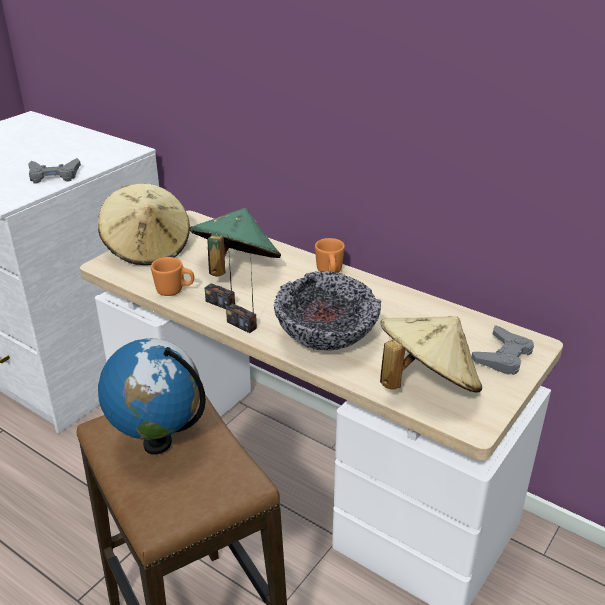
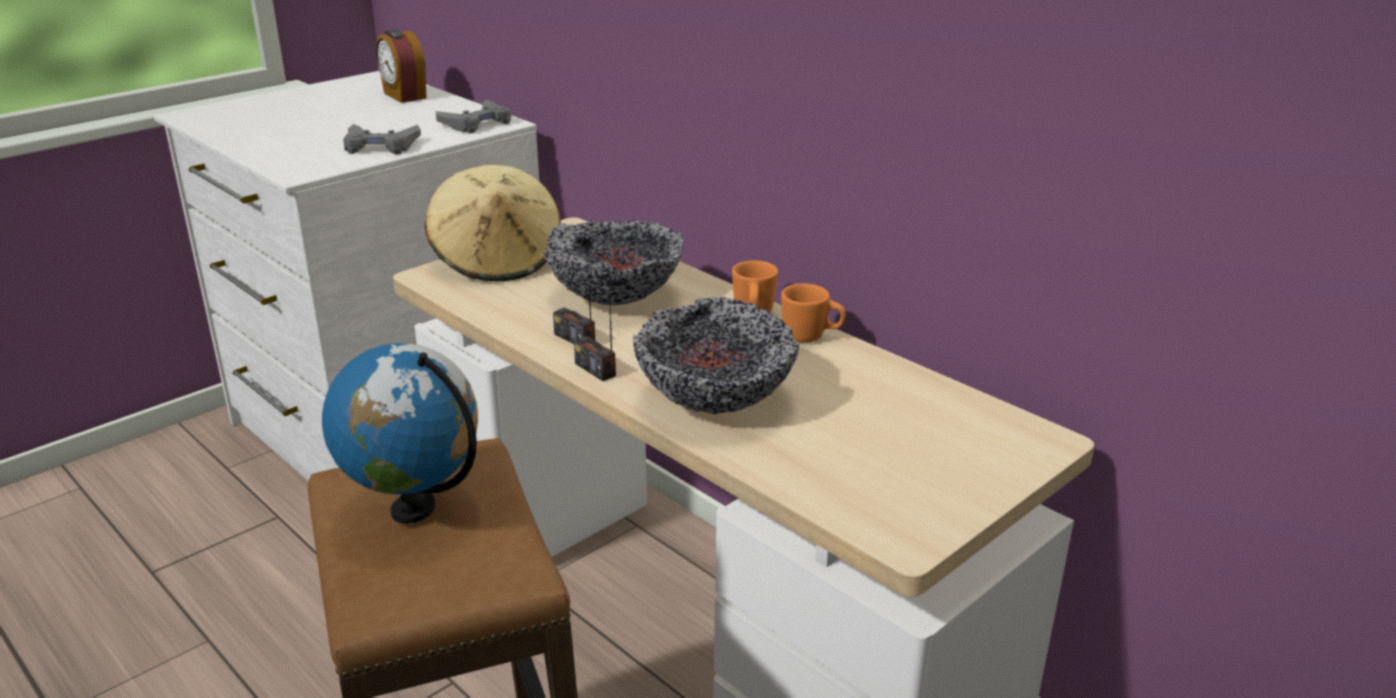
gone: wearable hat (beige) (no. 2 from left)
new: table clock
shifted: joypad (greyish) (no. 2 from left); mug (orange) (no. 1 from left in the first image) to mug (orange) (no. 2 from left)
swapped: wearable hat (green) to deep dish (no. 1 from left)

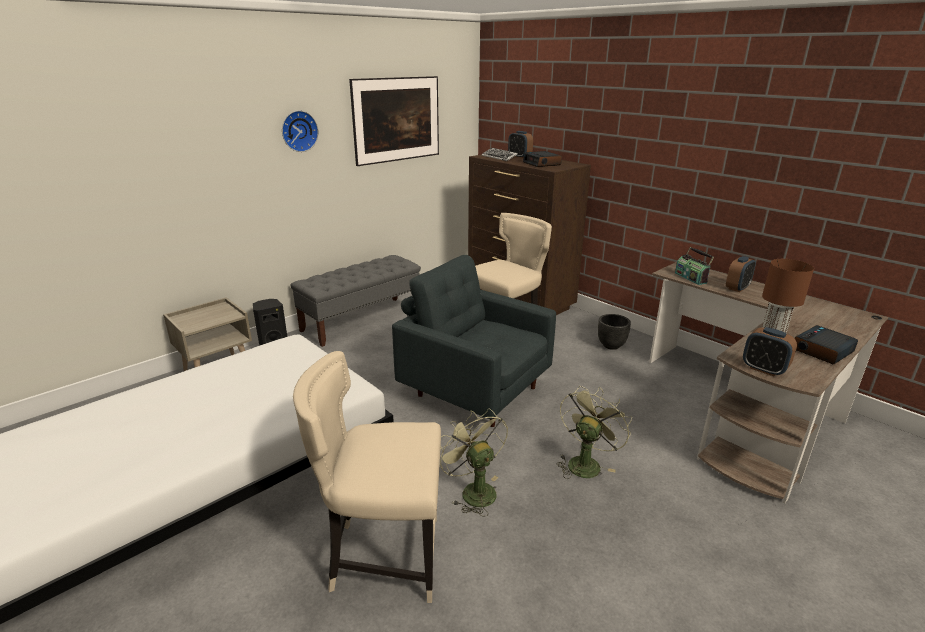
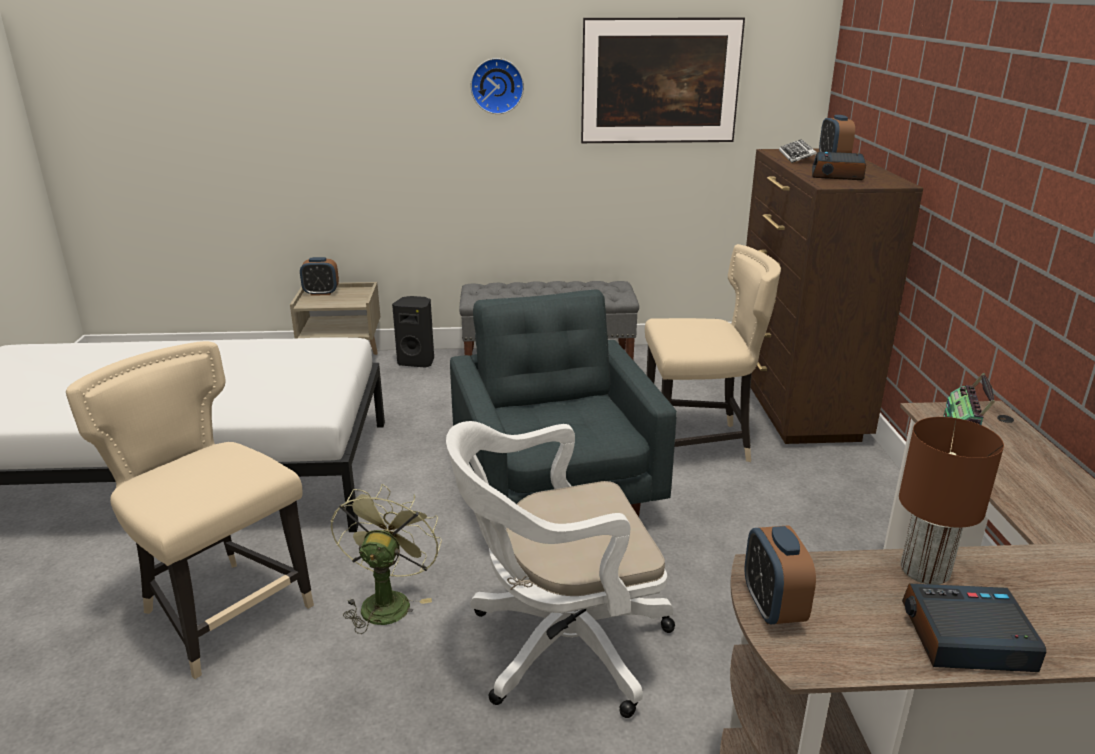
gone: plant pot (black)
shifted: table clock (no. 3 from left in the first image) to table clock (no. 1 from left)
swapped: cooling fan (green) (no. 2 from left) to office chair (whitish)

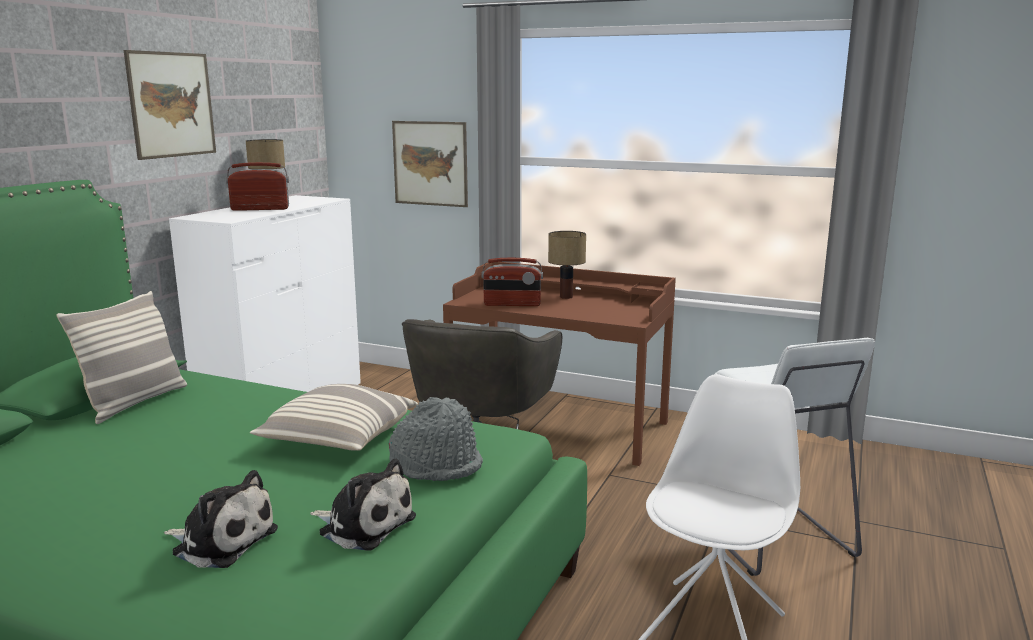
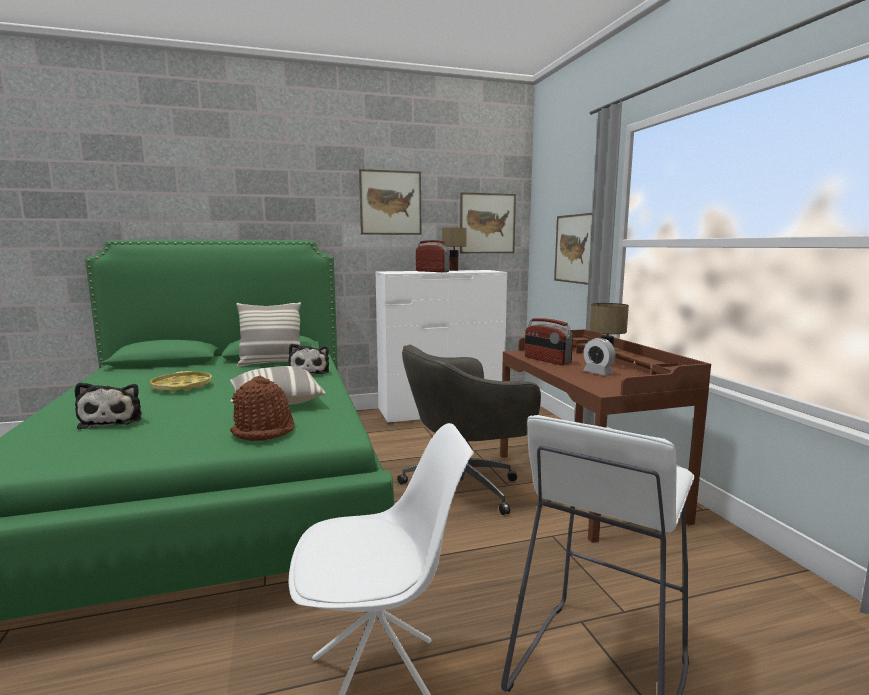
new: tray (yellow); picture (no. 2 from left); table clock
shifted: cuddly toy (no. 2 from left)
repainted: wearable hat (greyish) to wearable hat (brownish)

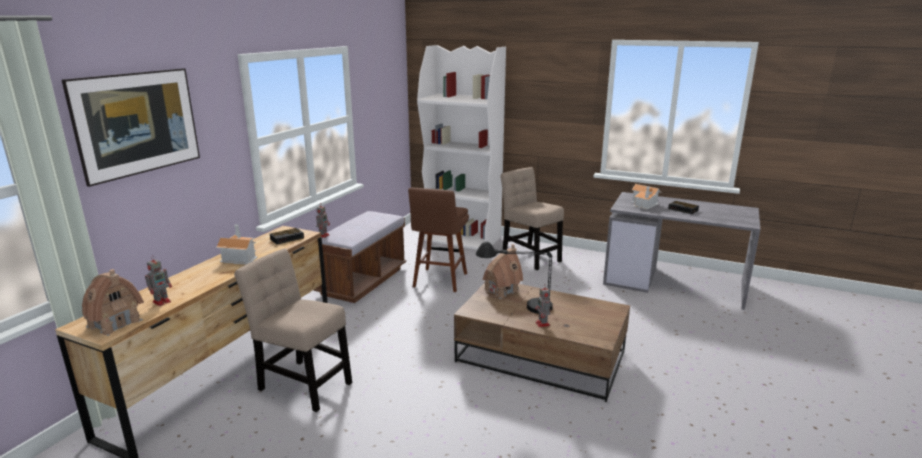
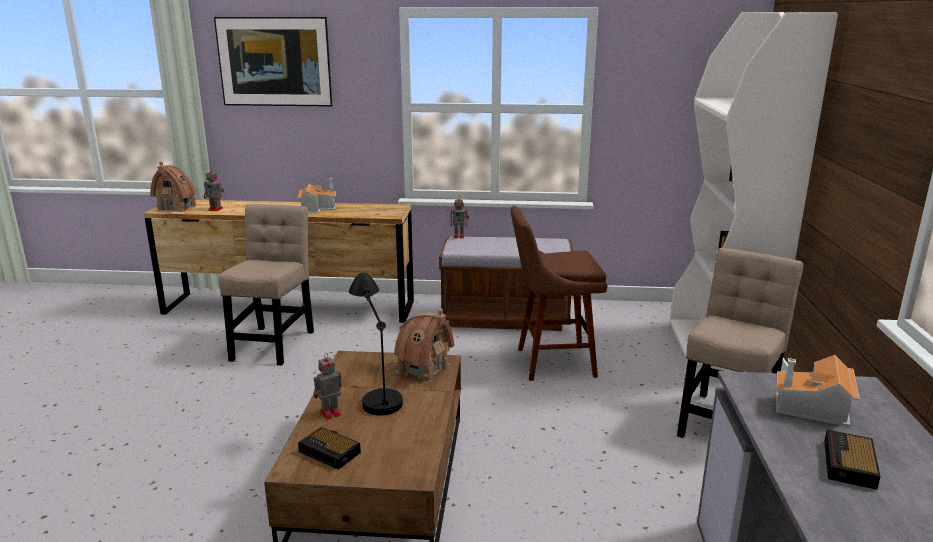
shifted: table clock (no. 1 from left)

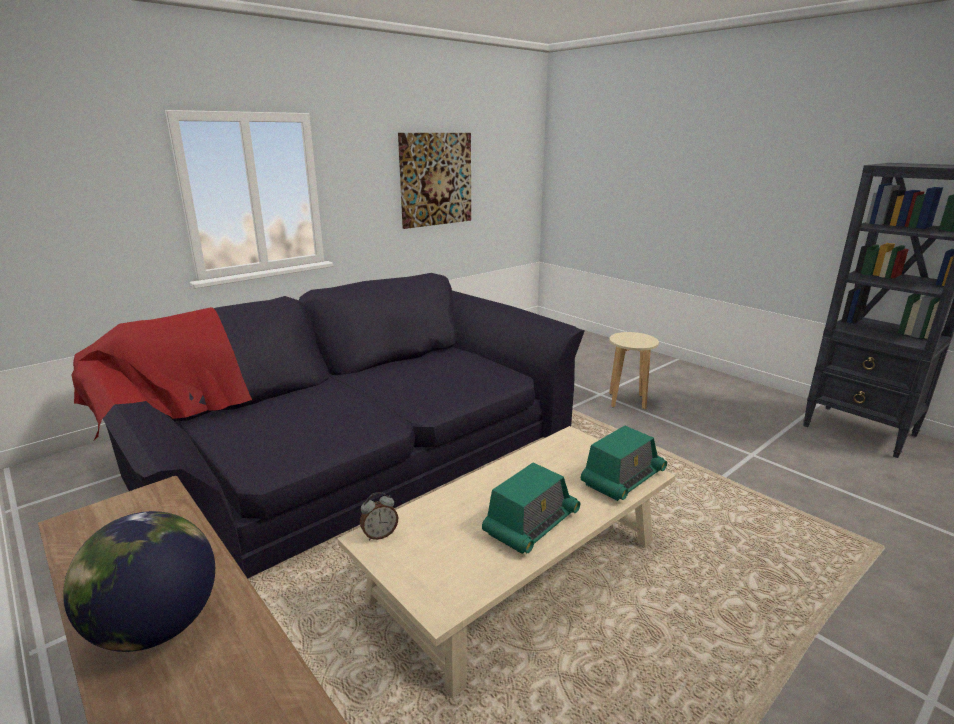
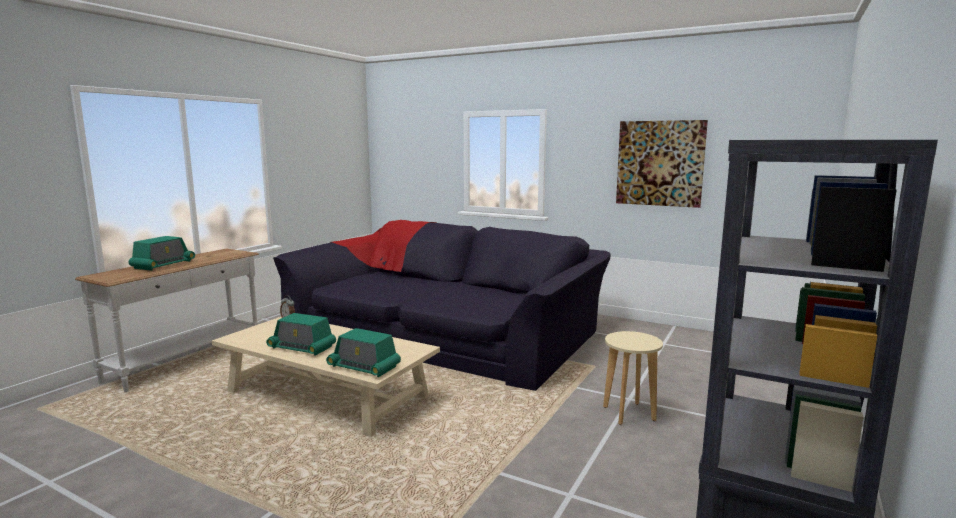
swapped: world globe to radio set (no. 1 from left)

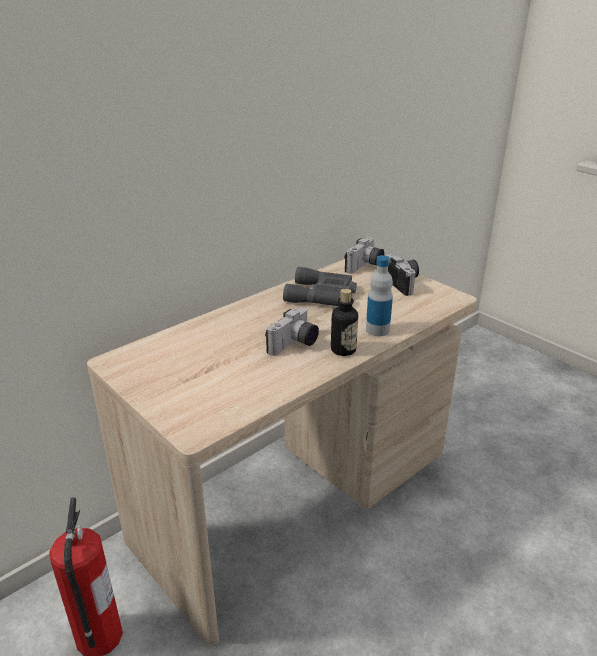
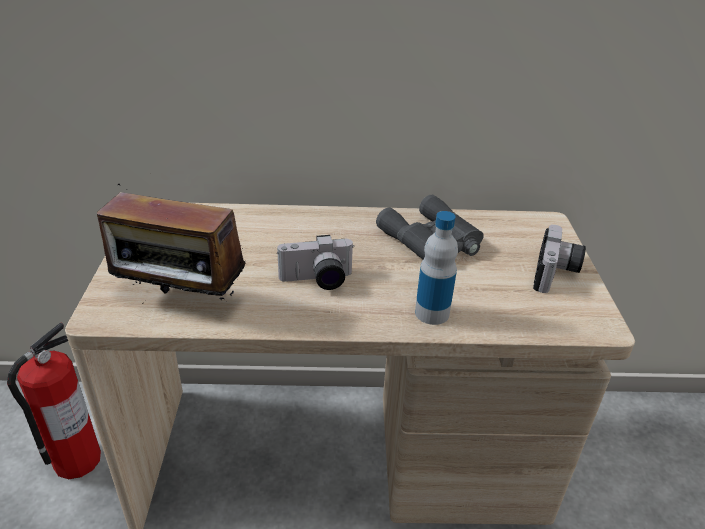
gone: beverage bottle (no. 1 from left); still camera (no. 2 from left)
new: radio set

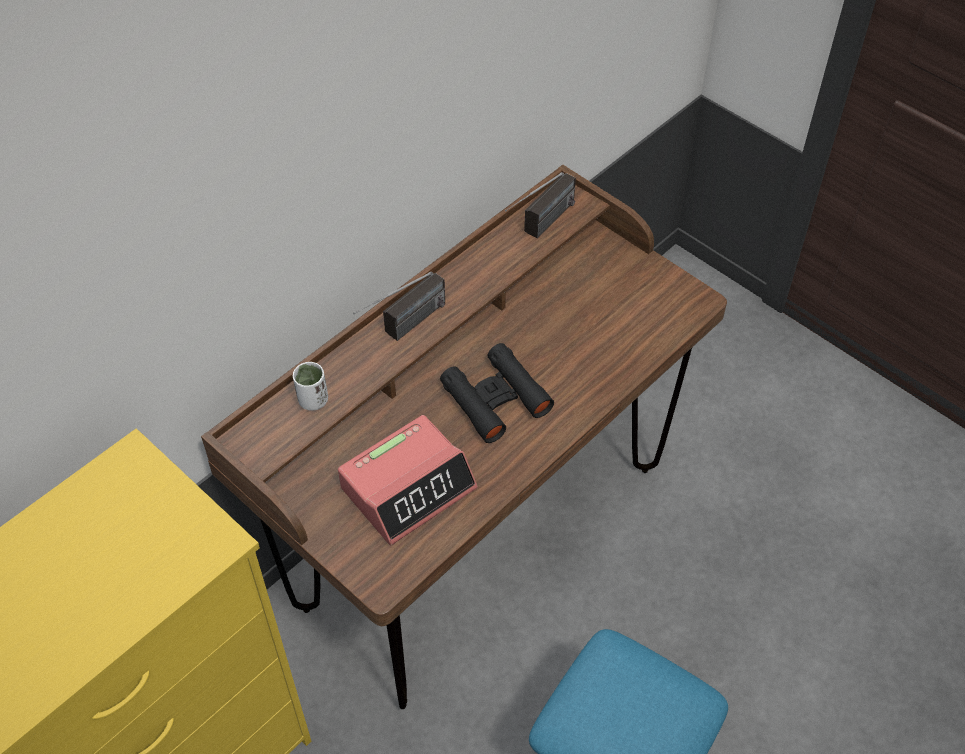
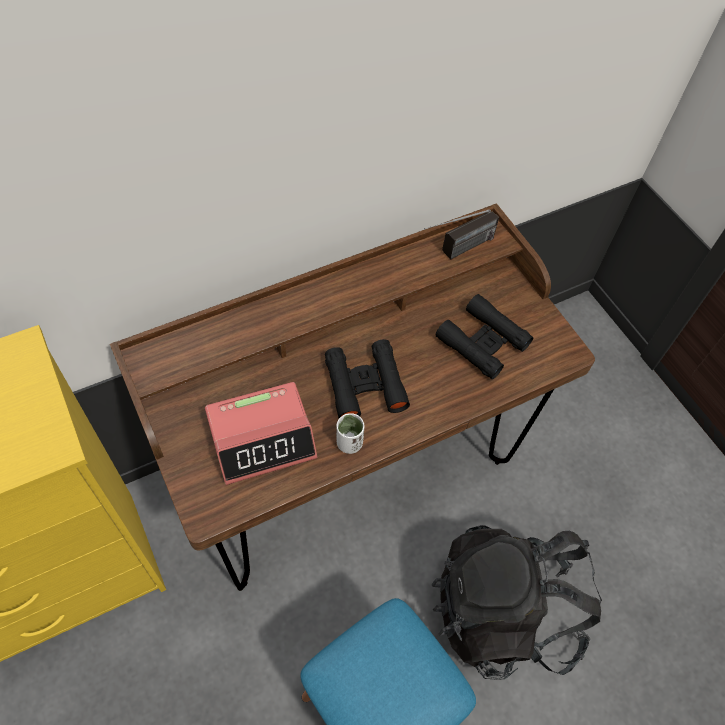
gone: radio set (no. 1 from left)
new: rucksack (black); binoculars (black) (no. 2 from left)
shifted: drinking cup (whitish)

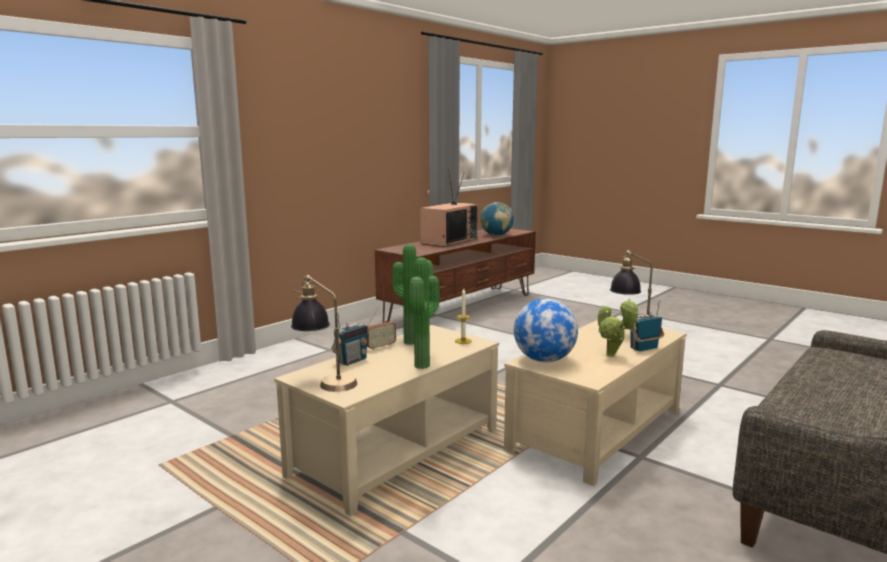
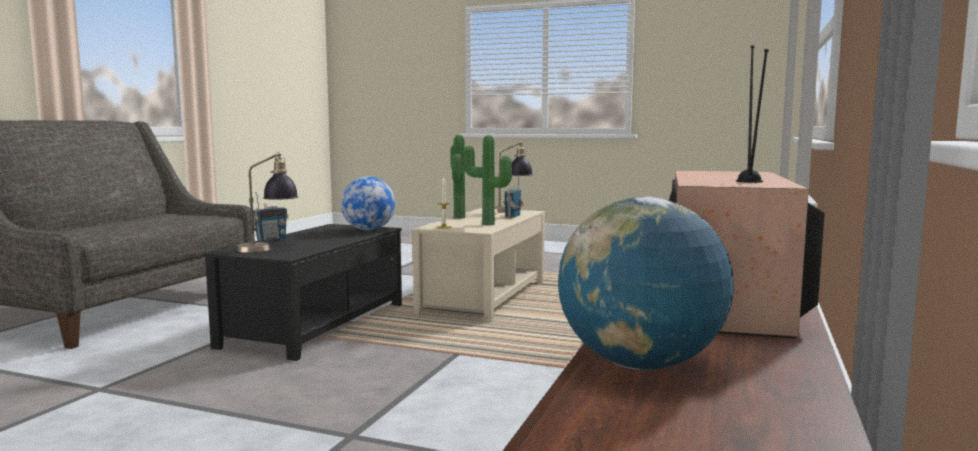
gone: radio set (no. 2 from left); houseplant (no. 3 from left)
repainted: low table (beige) (no. 2 from left) to low table (black)

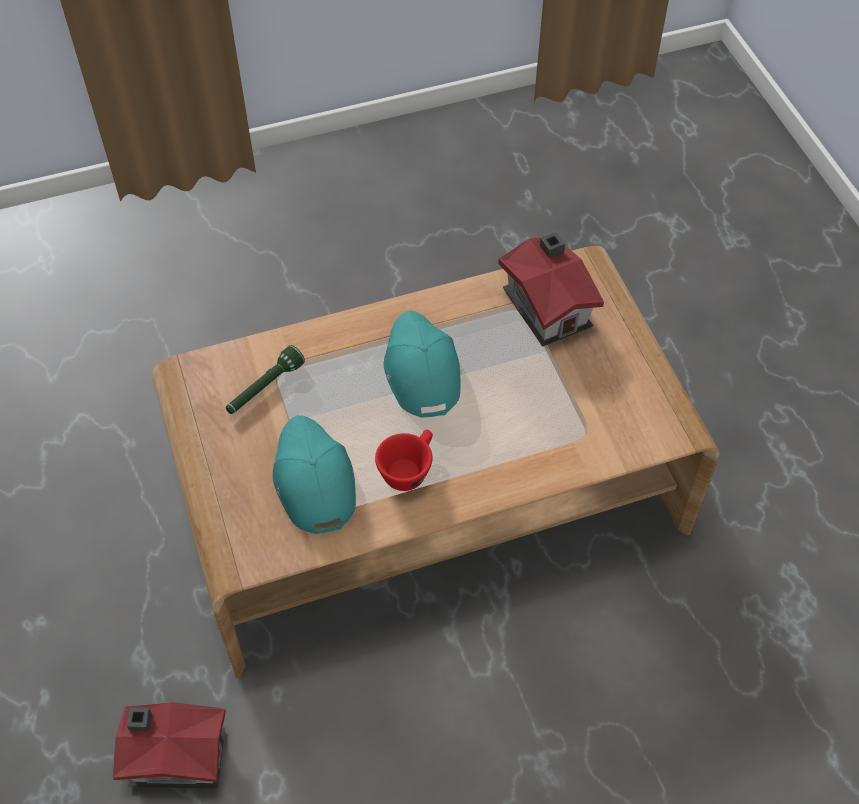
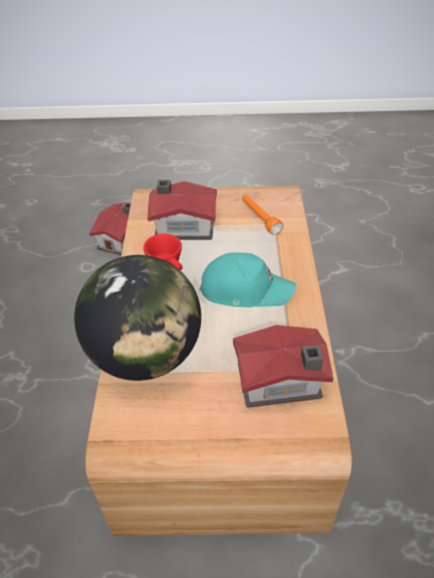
new: world globe
swapped: peaked cap (turquoise-coloured) (no. 1 from left) to model house (no. 2 from left)
repainted: hand torch (green) to hand torch (orange)

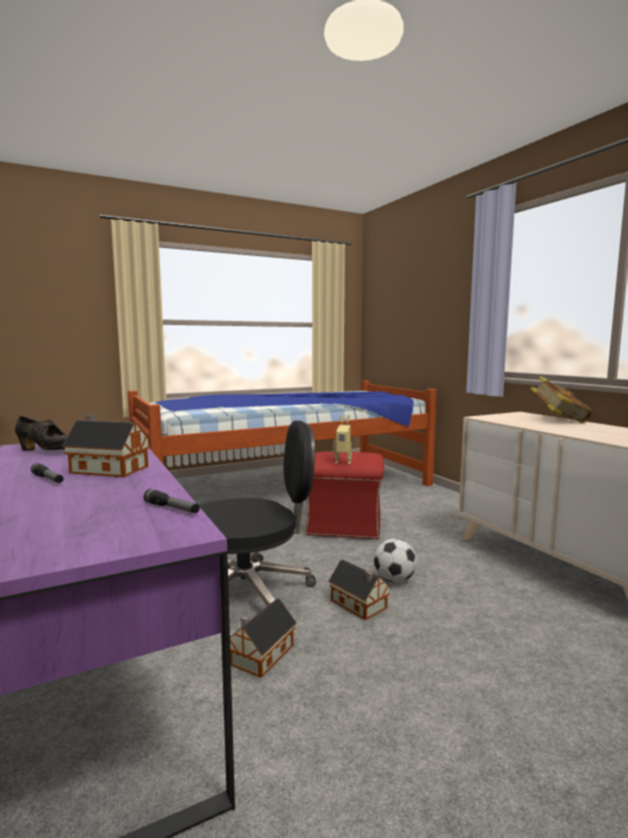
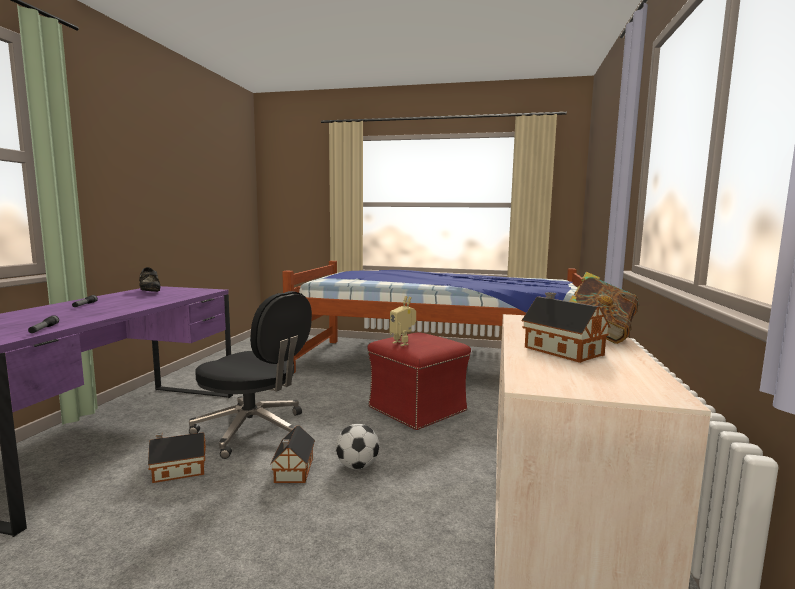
shifted: model house (no. 1 from left in the first image) to model house (no. 3 from left)

